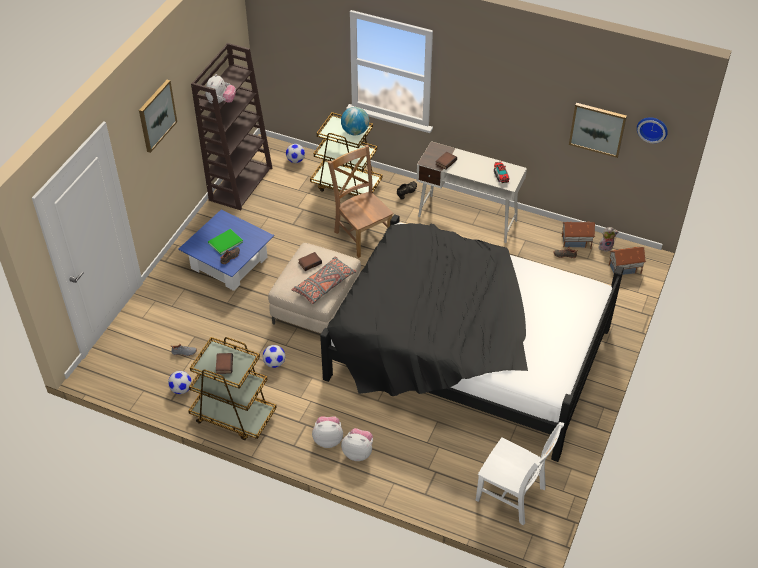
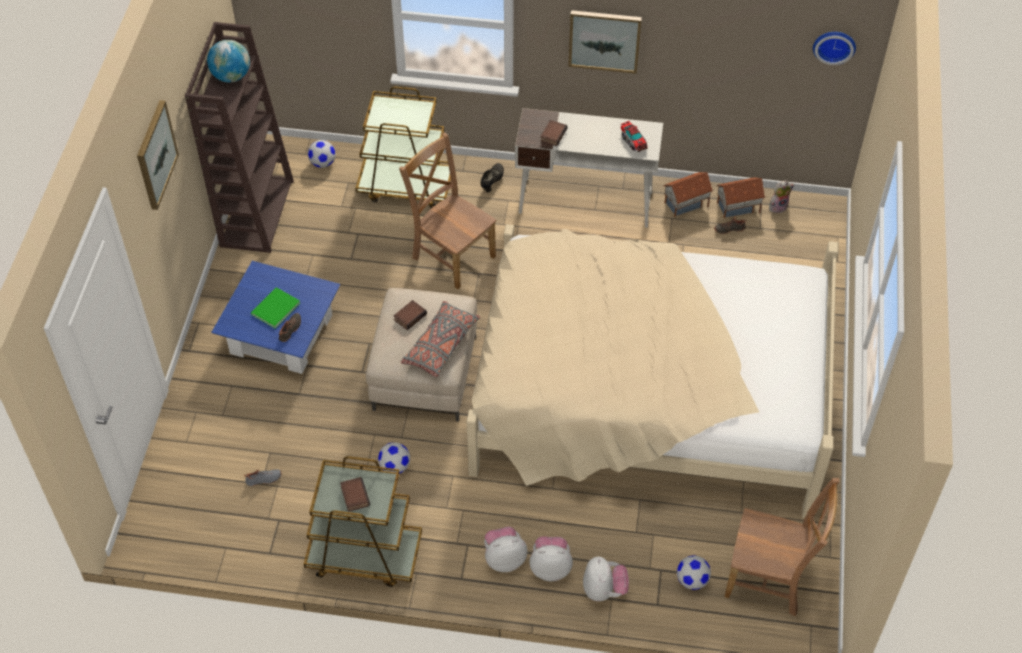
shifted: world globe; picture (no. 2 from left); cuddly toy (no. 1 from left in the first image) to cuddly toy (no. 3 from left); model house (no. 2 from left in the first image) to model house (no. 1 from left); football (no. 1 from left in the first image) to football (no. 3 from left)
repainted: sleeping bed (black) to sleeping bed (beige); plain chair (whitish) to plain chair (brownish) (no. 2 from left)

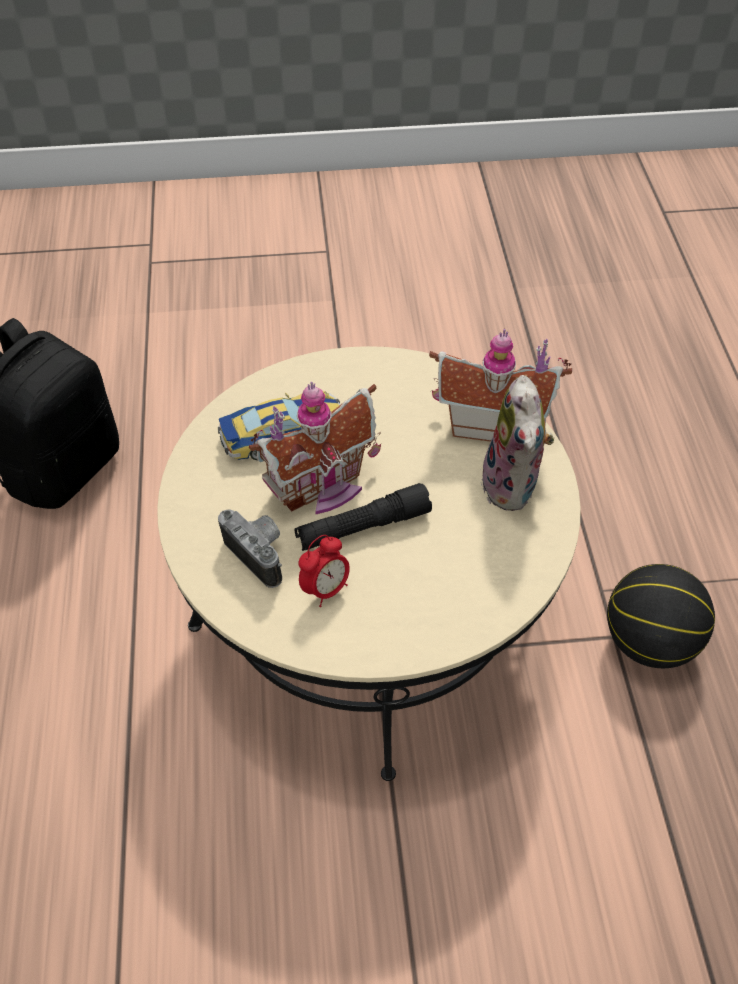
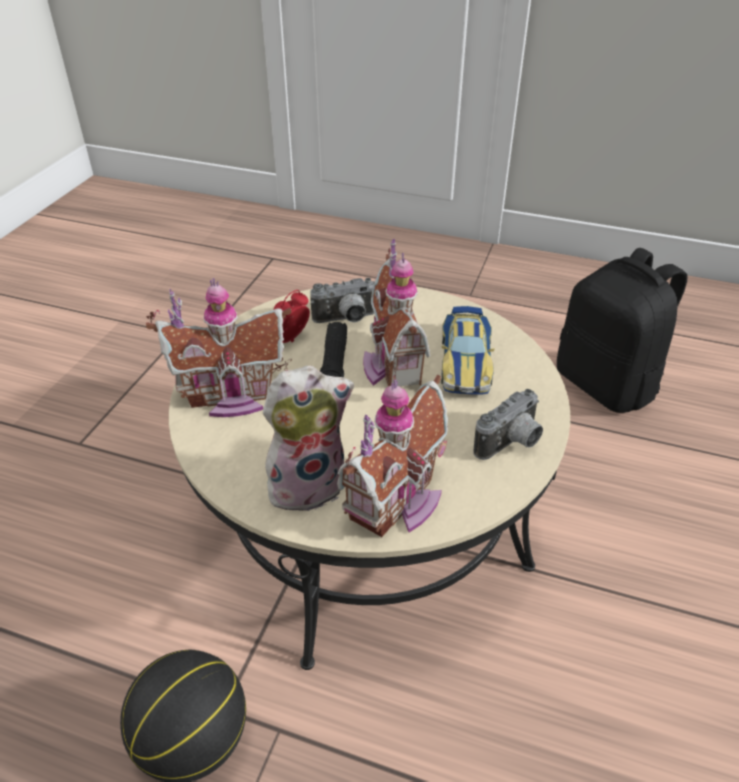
new: model house (no. 1 from left); still camera (no. 2 from left)
rotated: cuddly toy 135 degrees clockwise; table clock 60 degrees clockwise

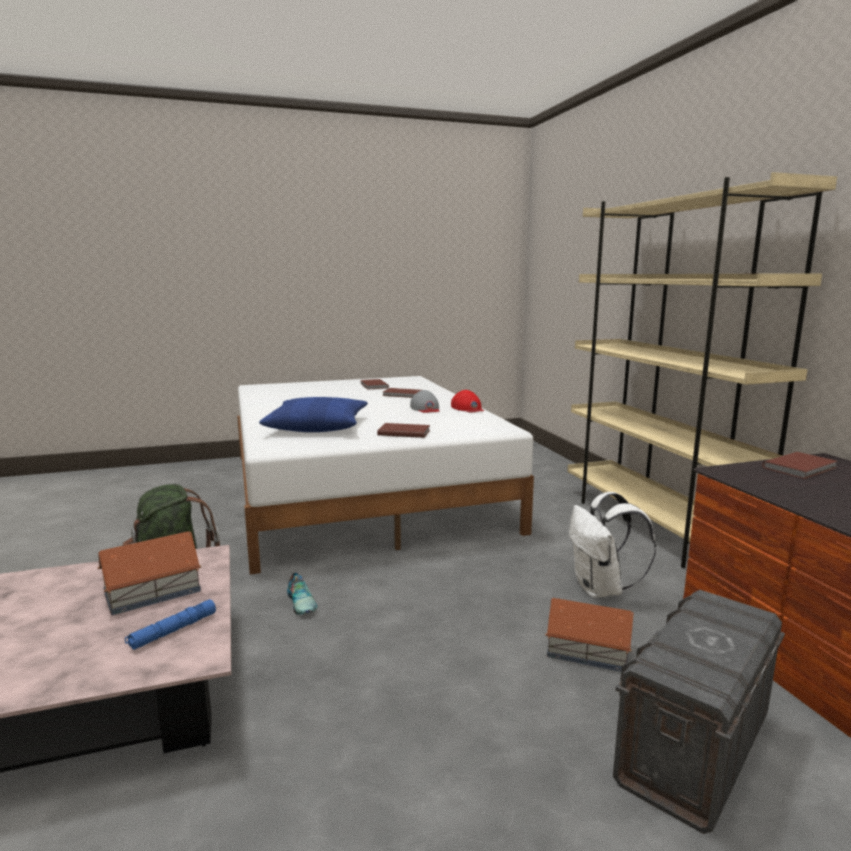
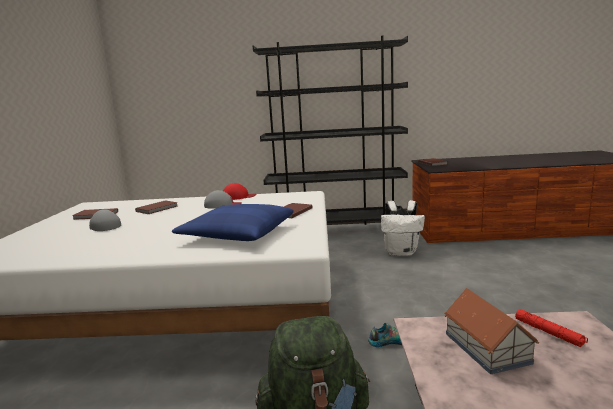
gone: model house (no. 2 from left); storage box (greyish)
new: peaked cap (greyish) (no. 1 from left)
repainted: bookcase (beige) to bookcase (black); hand torch (blue) to hand torch (reddish)

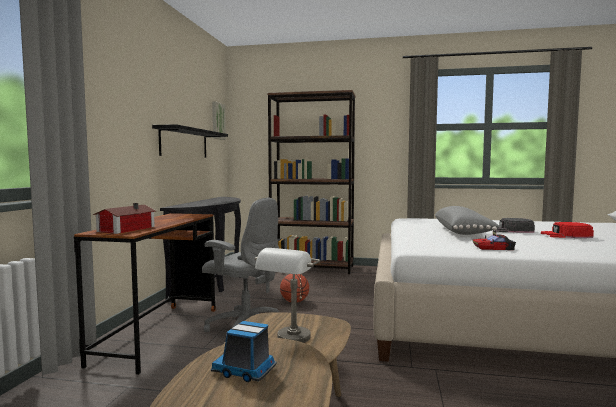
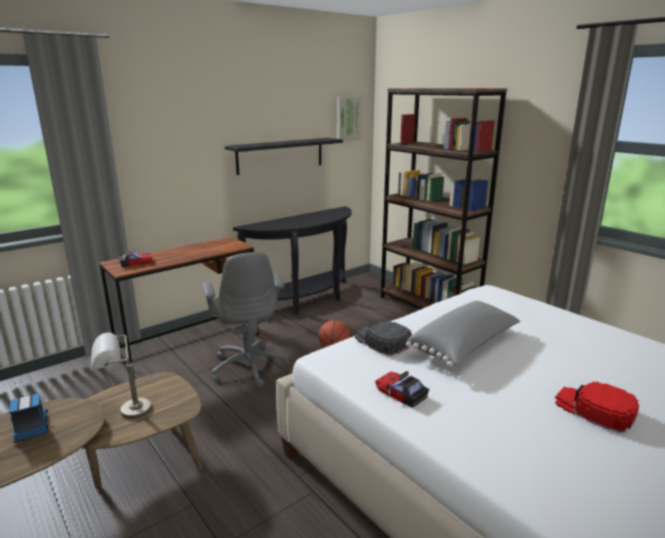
shifted: peaked cap (black)
swapped: model house to miniature car (no. 1 from left)

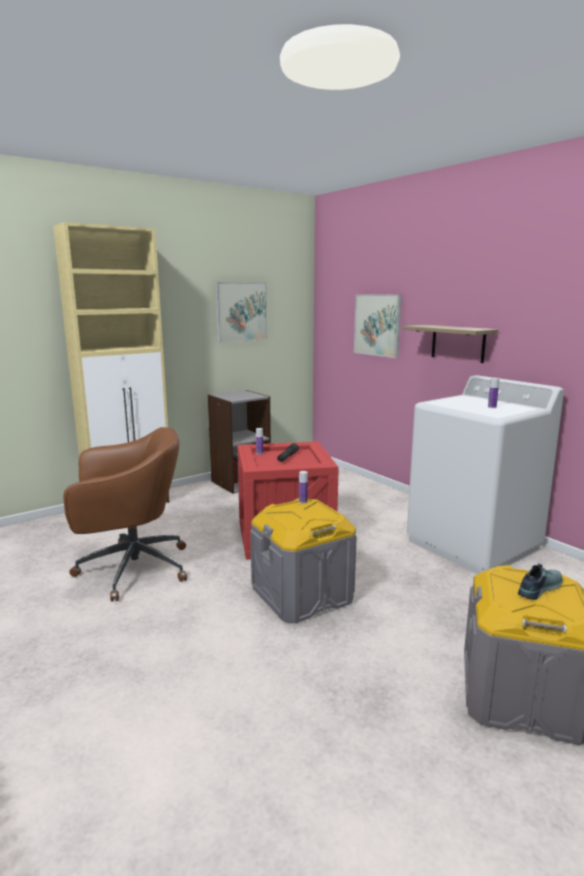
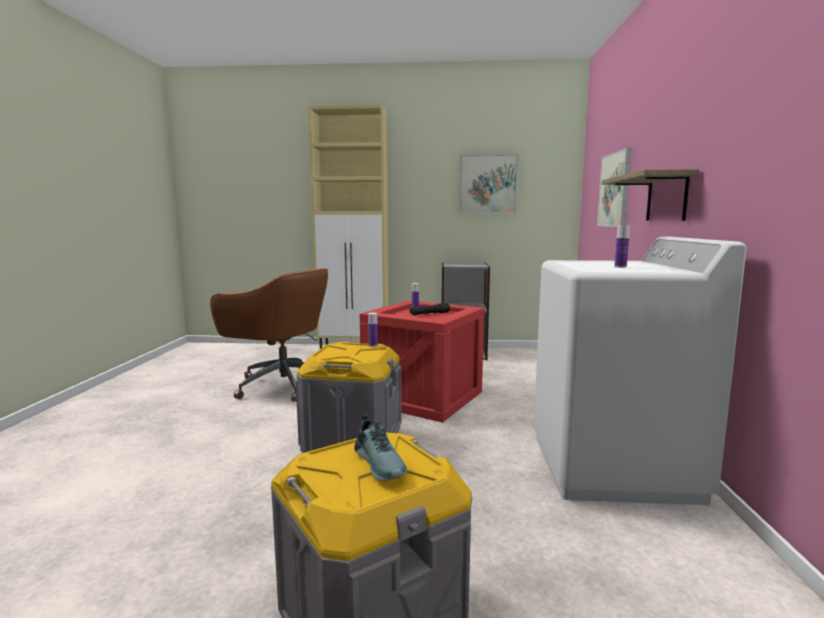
rotated: shoe 60 degrees clockwise

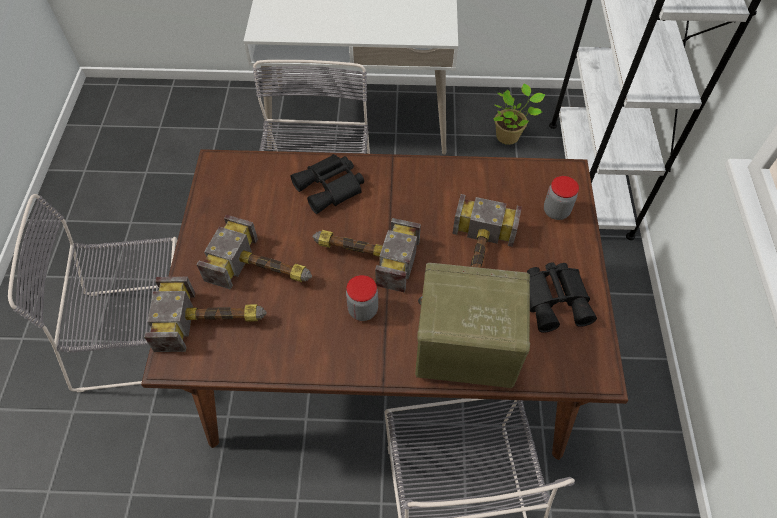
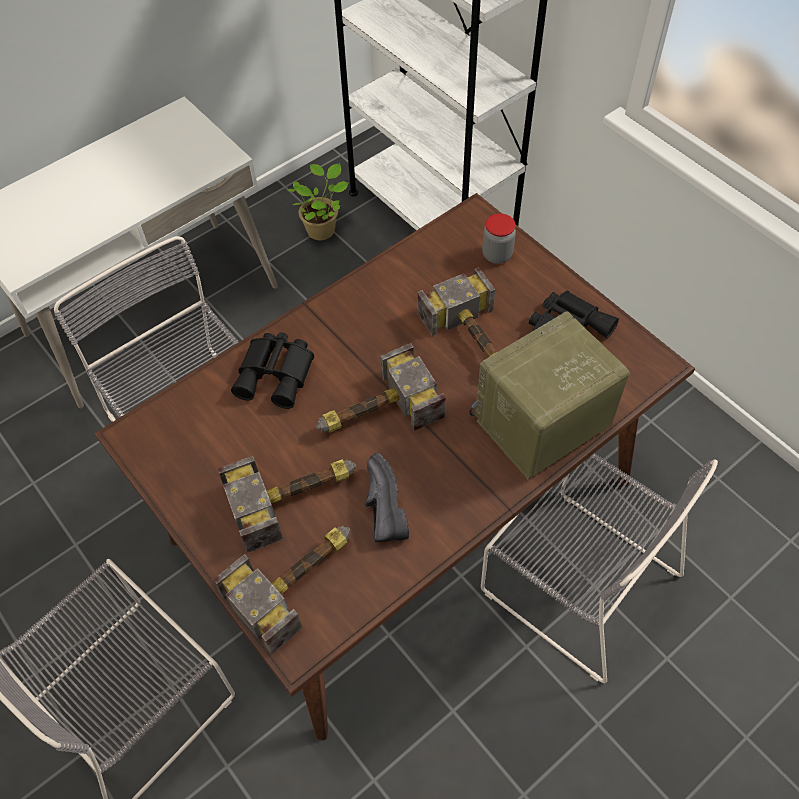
gone: storage jar (no. 1 from left)
new: shoe (black)

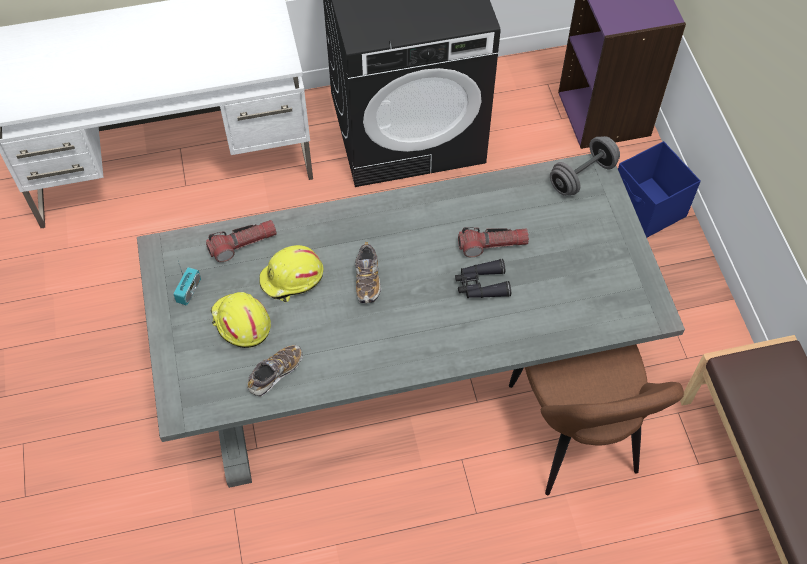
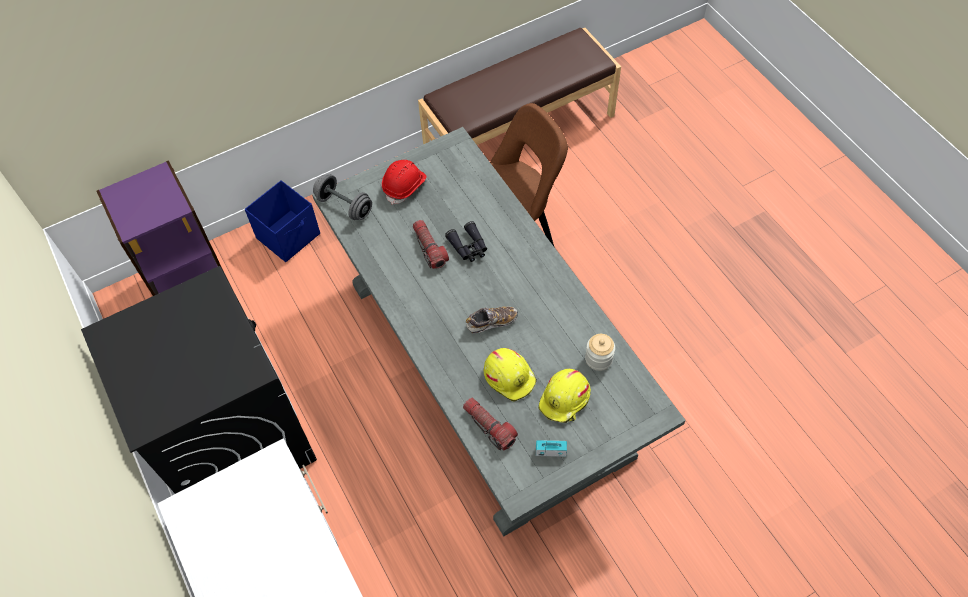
new: safety helmet (reddish)
swapped: shoe (no. 1 from left) to storage jar

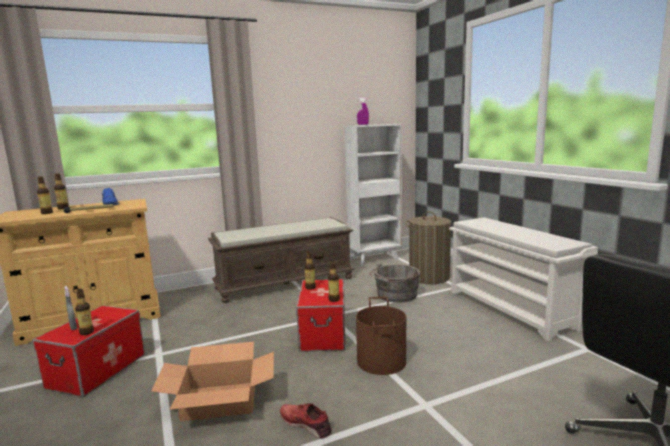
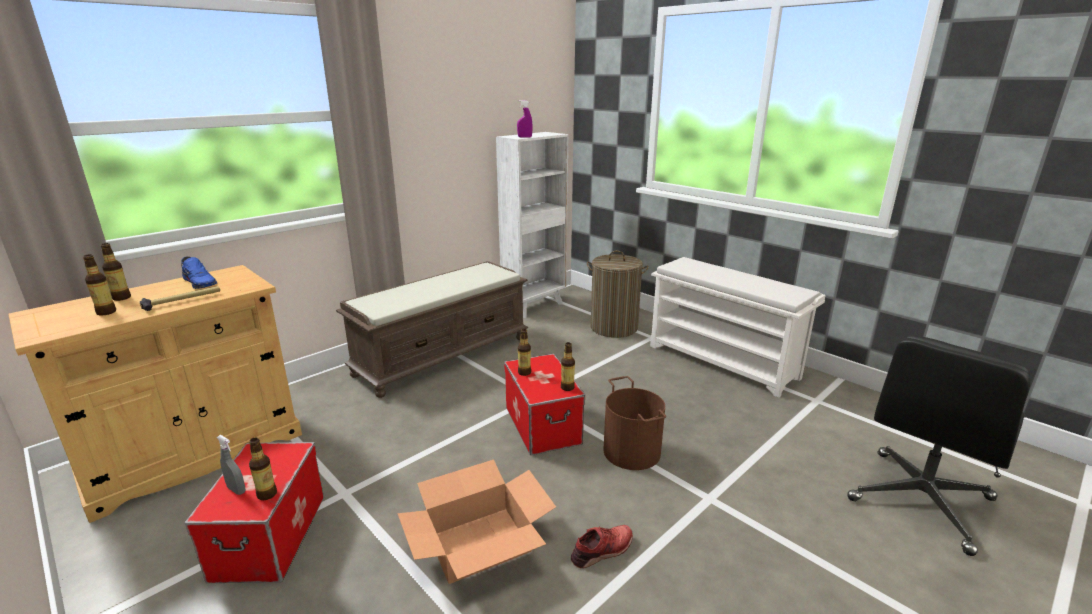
gone: water bucket (greyish)
rotated: shoe (reddish) 135 degrees clockwise

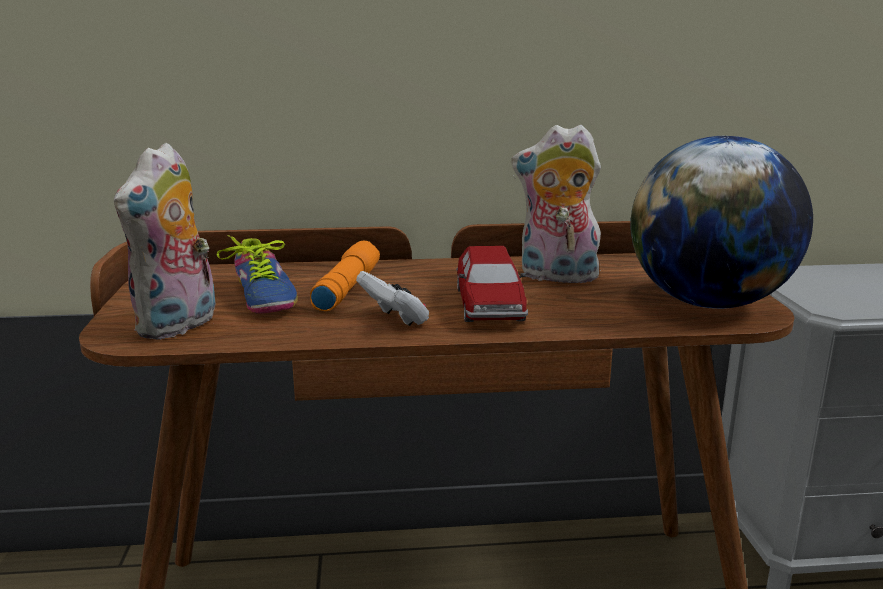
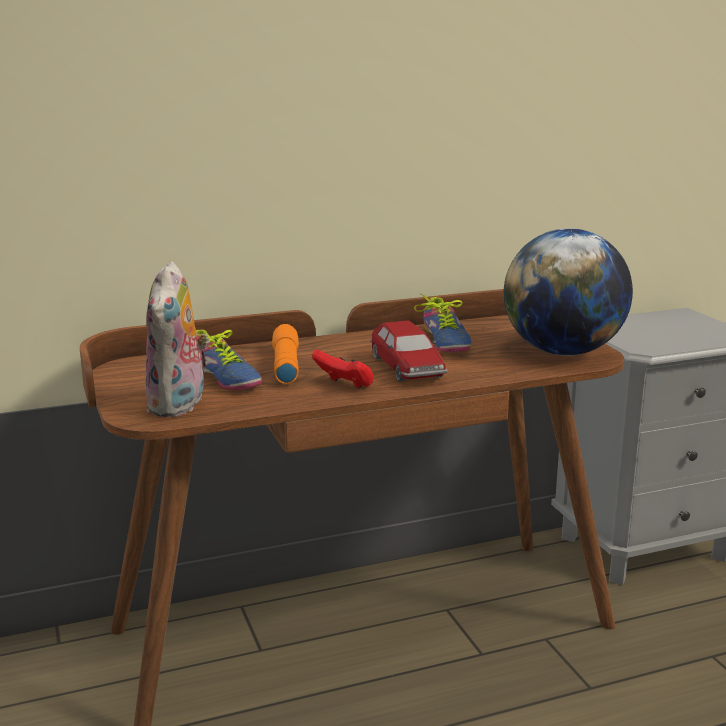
swapped: cuddly toy (no. 2 from left) to shoe (no. 2 from left)
repainted: joypad (whitish) to joypad (reddish)

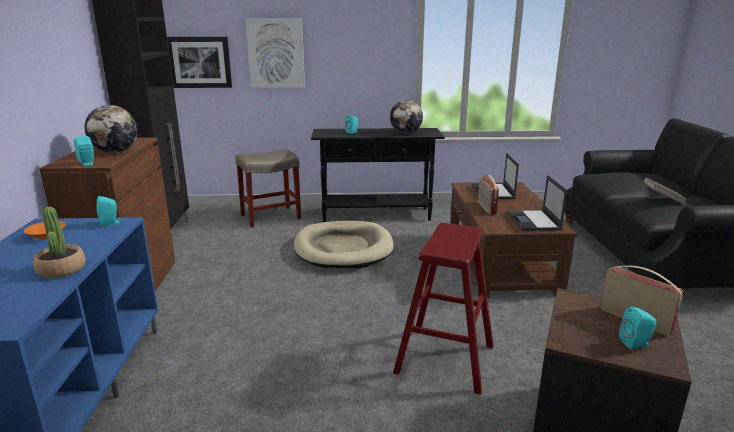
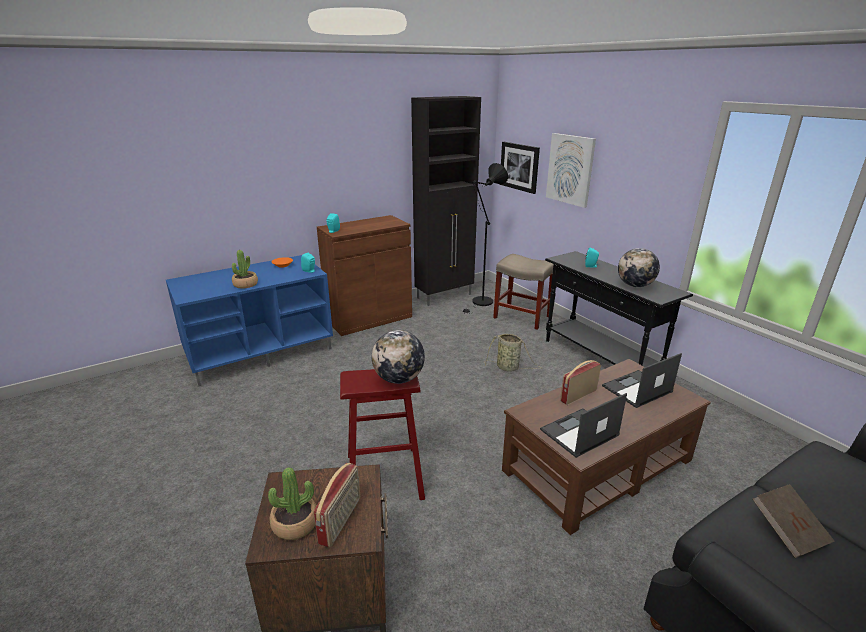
new: standing lamp (black)
shifted: world globe (no. 1 from left)
swapped: audio speaker (turquoise-coloured) (no. 4 from left) to houseplant (no. 2 from left); pet bed (beige) to basket

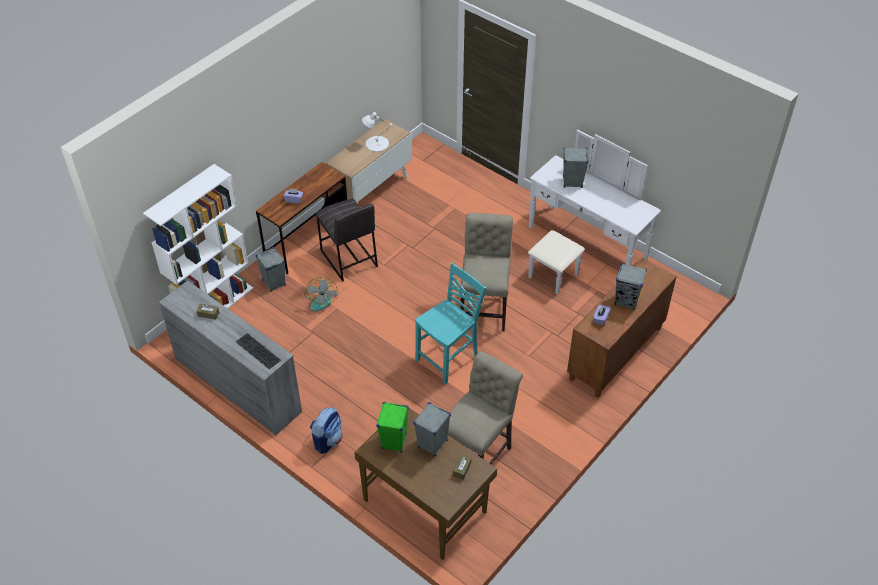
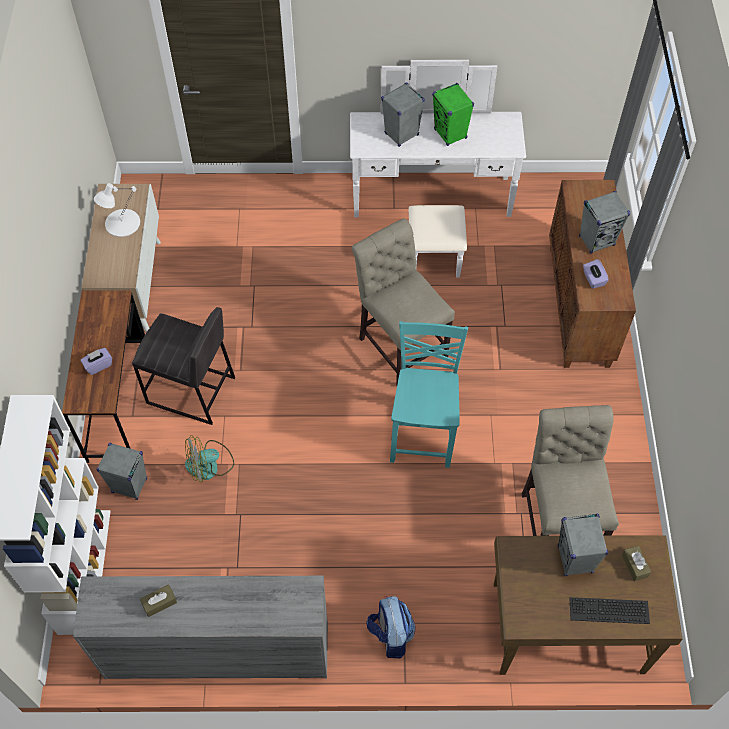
shifted: audio speaker (green); computer keyboard
rotated: cooling fan 105 degrees clockwise

